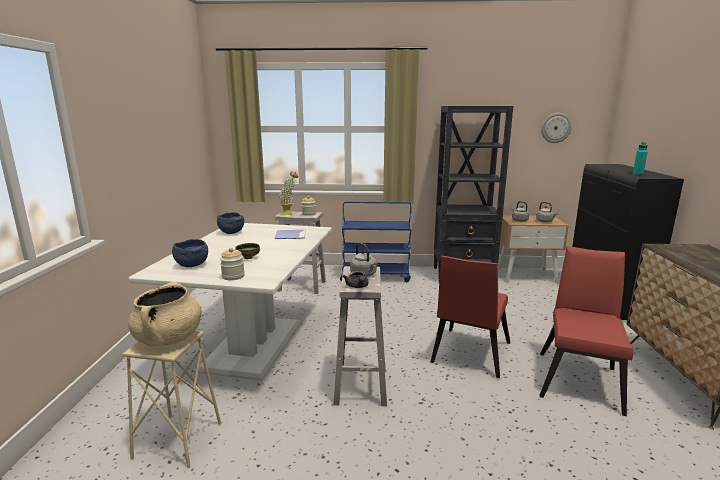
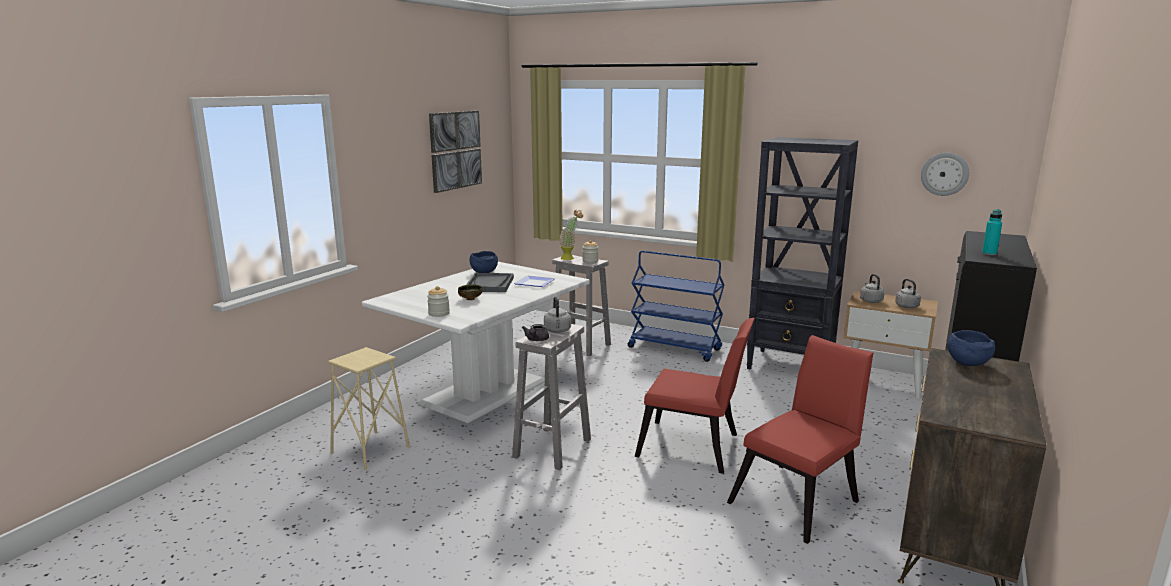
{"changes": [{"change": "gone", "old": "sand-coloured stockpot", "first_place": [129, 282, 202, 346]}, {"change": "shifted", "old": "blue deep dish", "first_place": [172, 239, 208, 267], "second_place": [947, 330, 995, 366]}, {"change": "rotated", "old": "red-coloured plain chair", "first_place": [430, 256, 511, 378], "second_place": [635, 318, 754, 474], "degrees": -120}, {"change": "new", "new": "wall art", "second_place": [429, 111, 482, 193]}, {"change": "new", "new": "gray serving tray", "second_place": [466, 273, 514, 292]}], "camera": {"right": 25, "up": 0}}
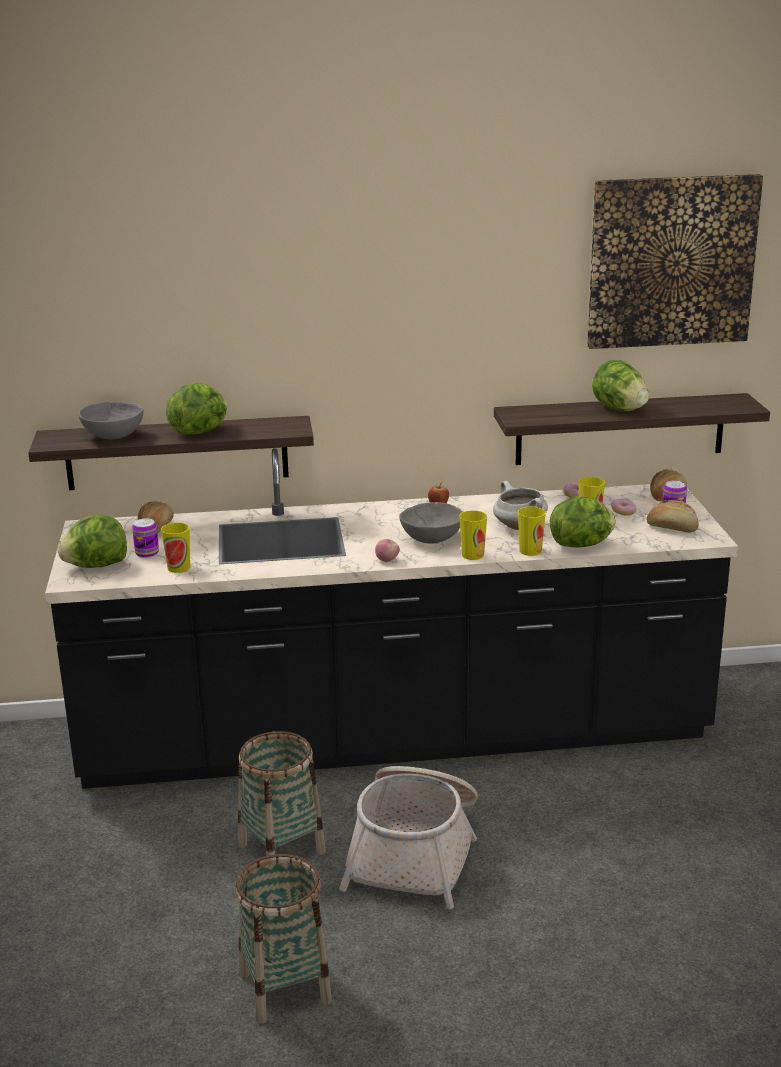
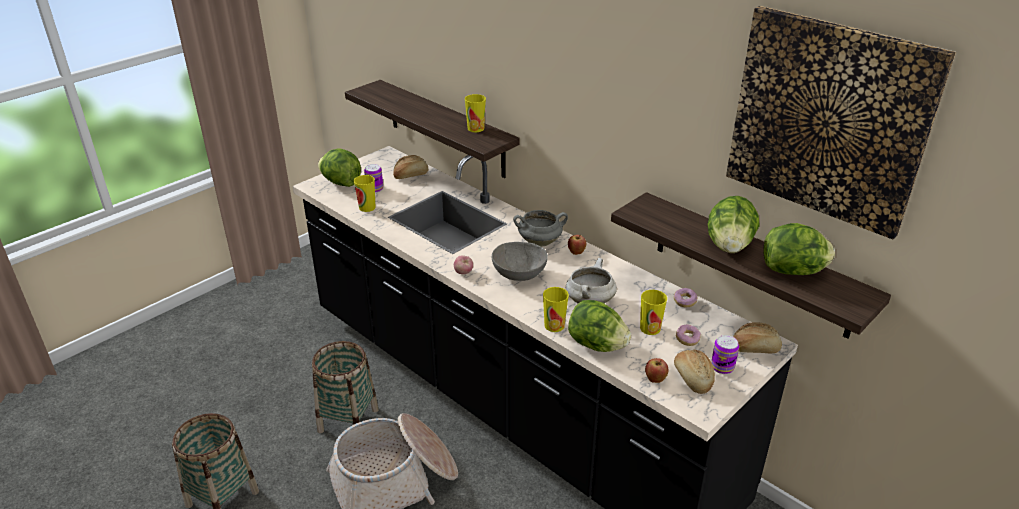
{"changes": [{"change": "gone", "old": "gray deep dish", "first_place": [79, 401, 144, 439]}, {"change": "shifted", "old": "lettuce head", "first_place": [166, 384, 228, 435], "second_place": [763, 223, 835, 275]}, {"change": "shifted", "old": "drinking cup", "first_place": [459, 510, 487, 560], "second_place": [465, 94, 486, 132]}, {"change": "new", "new": "gray stockpot", "second_place": [513, 210, 568, 247]}, {"change": "new", "new": "apple fruit", "second_place": [645, 358, 668, 383]}], "camera": {"right": 50, "up": 10}}
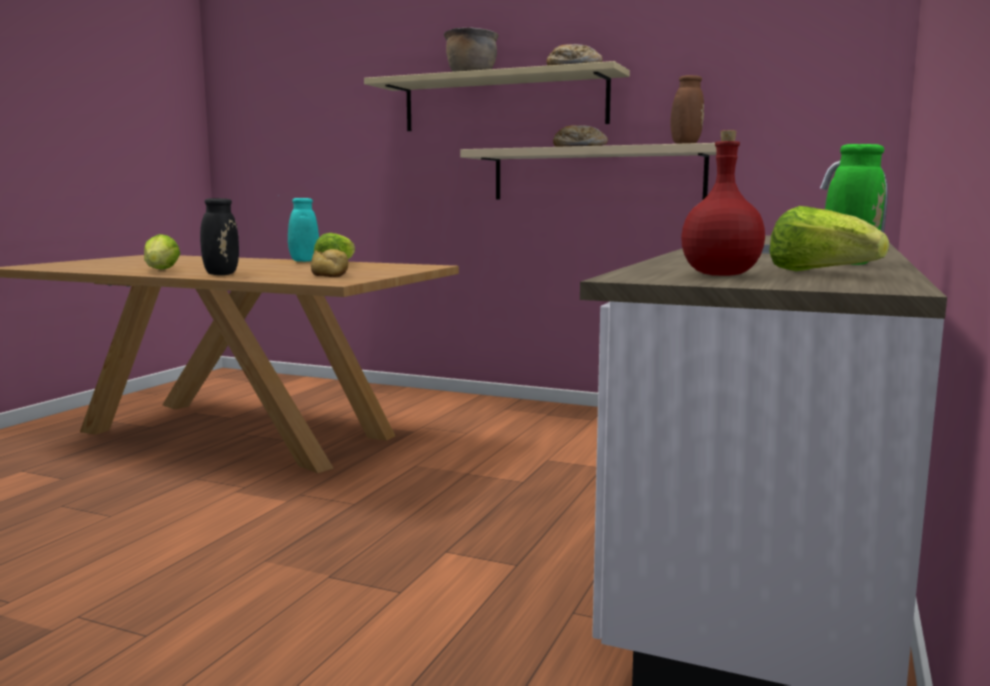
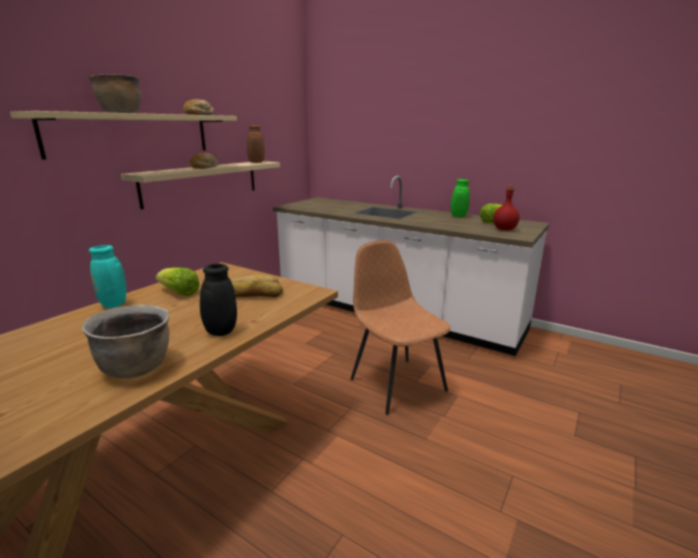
{"changes": [{"change": "swapped", "old": "lettuce head", "new": "brown-coloured stockpot", "first_place": [144, 234, 181, 270], "second_place": [81, 305, 169, 379]}, {"change": "new", "new": "brown-coloured plain chair", "second_place": [351, 240, 451, 415]}], "camera": {"right": -80, "up": 10}}
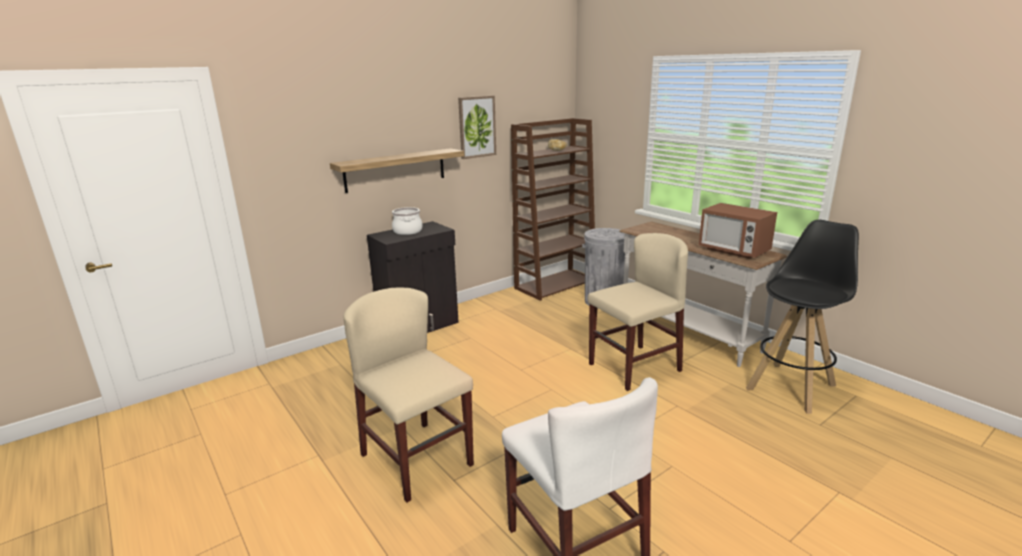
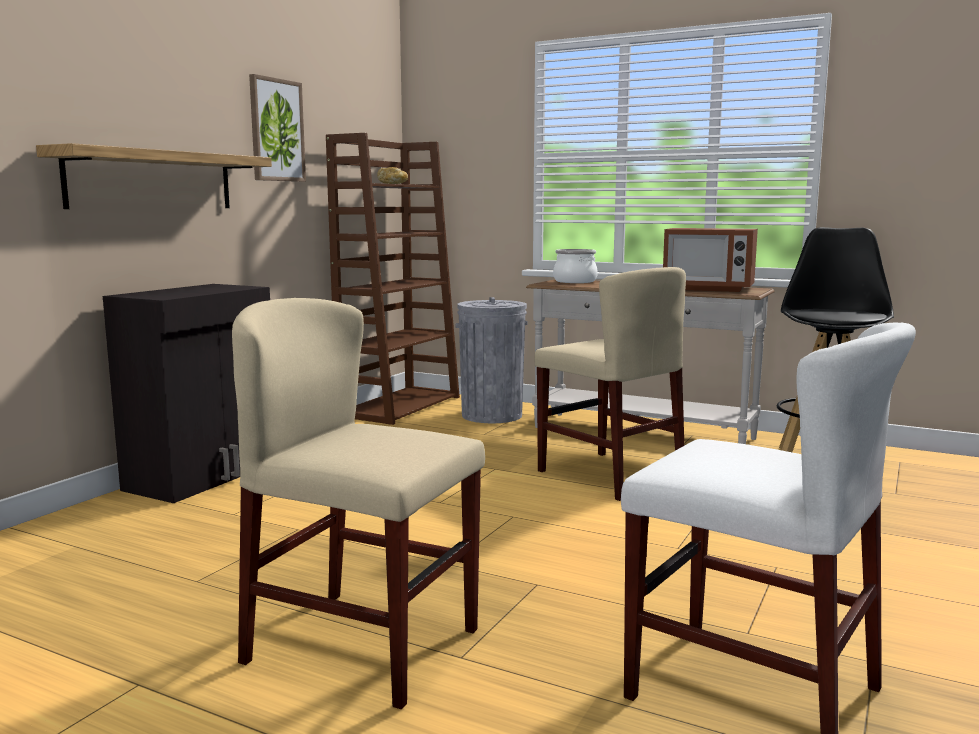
{"changes": [{"change": "shifted", "old": "stockpot", "first_place": [392, 207, 423, 235], "second_place": [553, 249, 598, 283]}, {"change": "rotated", "old": "sand-coloured plain chair", "first_place": [588, 233, 688, 391], "second_place": [534, 267, 686, 501], "degrees": 105}], "camera": {"right": -25, "up": -10}}
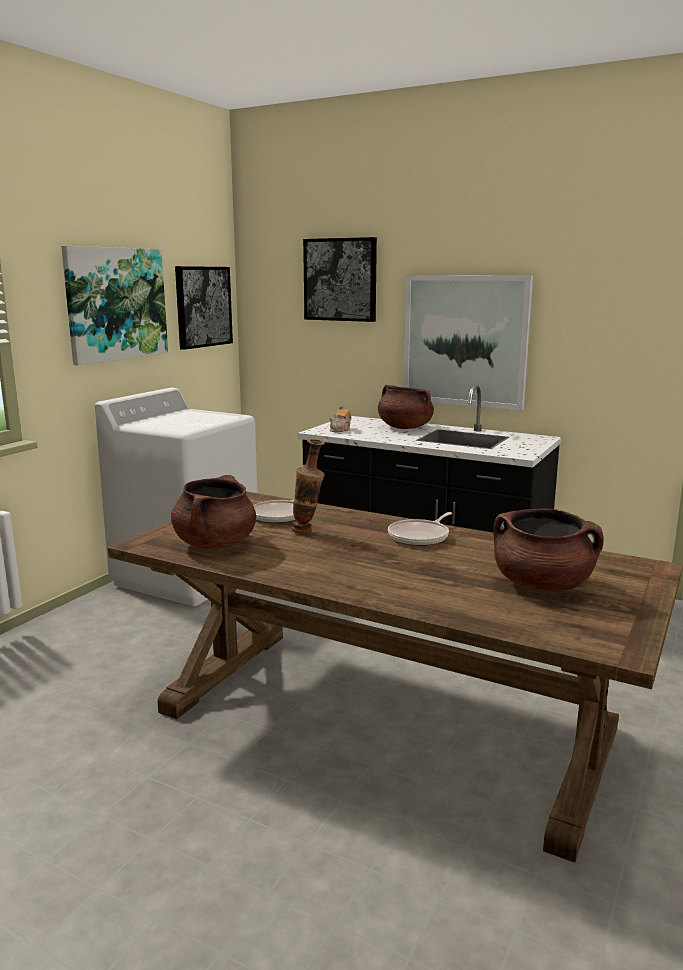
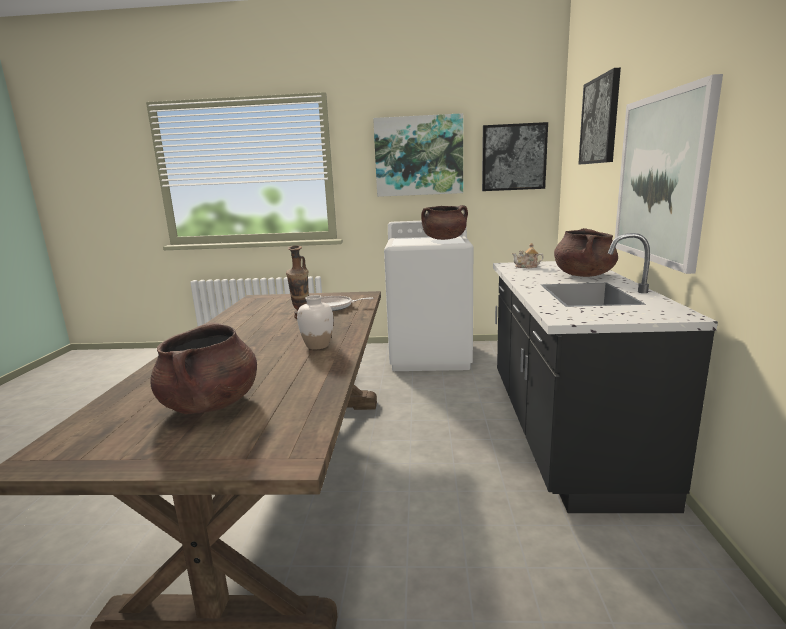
{"changes": [{"change": "shifted", "old": "brown-coloured stockpot", "first_place": [171, 475, 256, 549], "second_place": [421, 205, 468, 240]}, {"change": "swapped", "old": "frying pan", "new": "white flower vase", "first_place": [388, 512, 452, 546], "second_place": [297, 295, 333, 350]}], "camera": {"right": 65, "up": 0}}
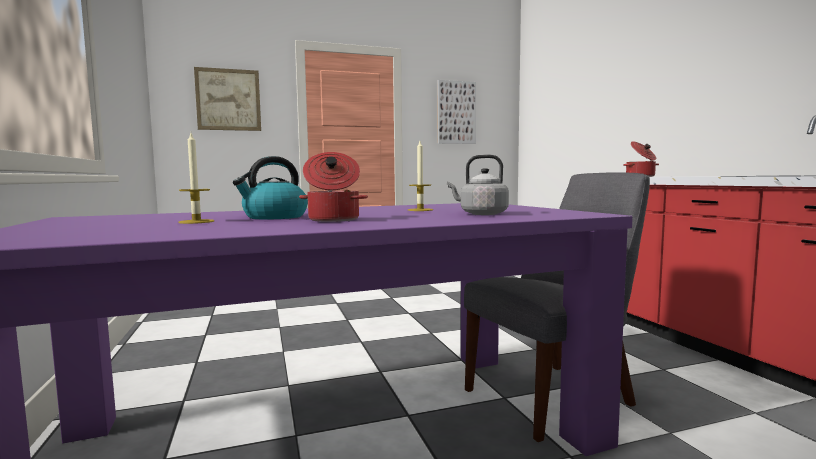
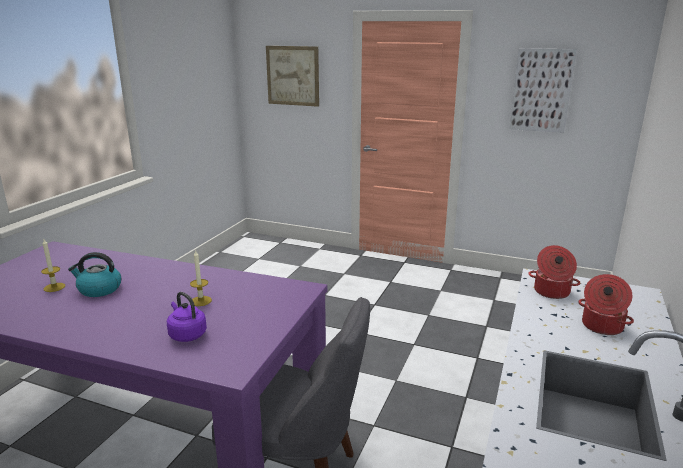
{"changes": [{"change": "shifted", "old": "stockpot", "first_place": [299, 152, 368, 222], "second_place": [578, 274, 634, 335]}, {"change": "repainted", "old": "gray water kettle", "new": "purple-coloured water kettle", "first_place": [447, 154, 509, 215], "second_place": [167, 292, 207, 342]}], "camera": {"right": 40, "up": 15}}
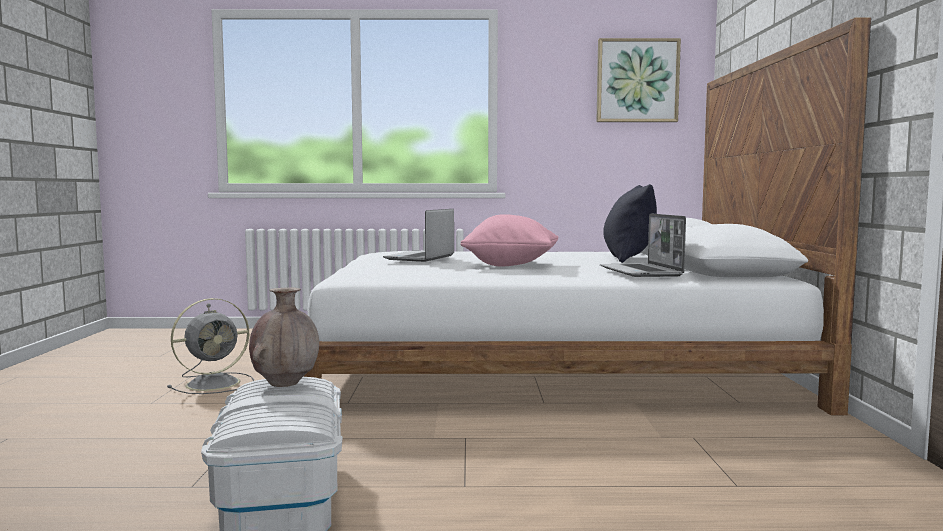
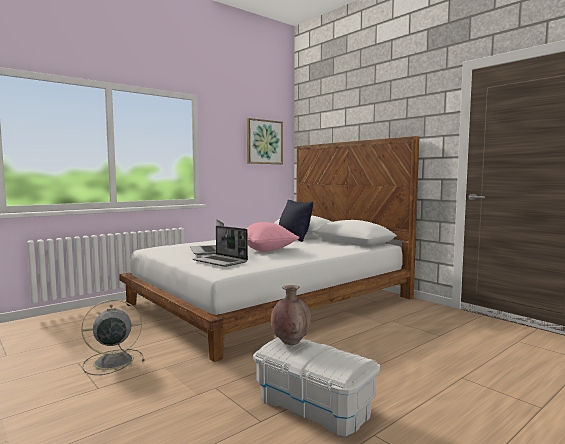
{"changes": [{"change": "rotated", "old": "gray fan", "first_place": [167, 298, 254, 394], "second_place": [81, 299, 145, 375], "degrees": -120}, {"change": "shifted", "old": "notebook computer", "first_place": [600, 213, 686, 277], "second_place": [193, 226, 248, 267]}], "camera": {"right": -40, "up": 0}}
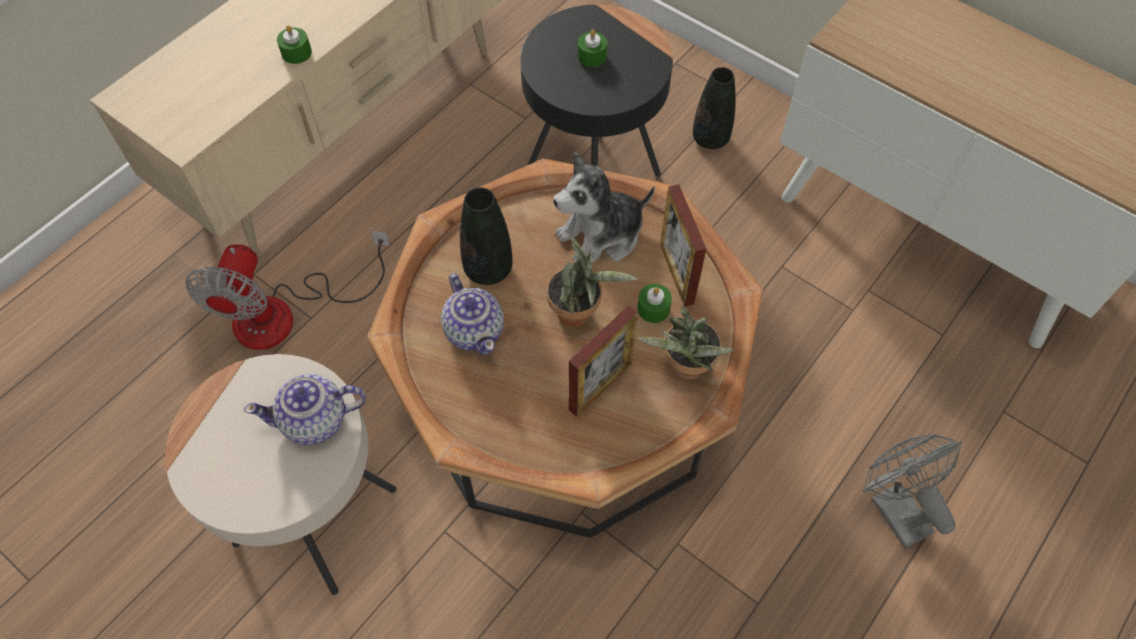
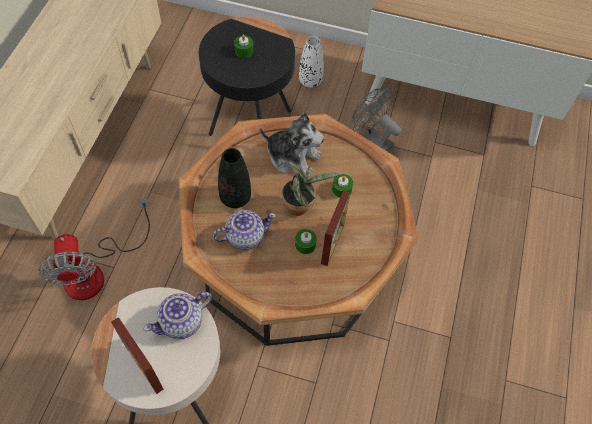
{"changes": [{"change": "shifted", "old": "green-coloured wax candle", "first_place": [277, 25, 312, 64], "second_place": [295, 229, 317, 254]}, {"change": "rotated", "old": "pot for tea", "first_place": [441, 273, 504, 355], "second_place": [213, 210, 276, 250], "degrees": -60}, {"change": "rotated", "old": "plush toy", "first_place": [553, 153, 655, 262], "second_place": [260, 112, 324, 177], "degrees": -105}, {"change": "gone", "old": "houseplant", "first_place": [637, 307, 735, 380]}, {"change": "shifted", "old": "picture frame", "first_place": [660, 184, 706, 307], "second_place": [111, 317, 164, 394]}, {"change": "repainted", "old": "black-coloured flower vase", "new": "white flower vase", "first_place": [693, 67, 736, 149], "second_place": [299, 36, 324, 88]}, {"change": "shifted", "old": "gray fan", "first_place": [863, 434, 961, 548], "second_place": [352, 87, 401, 152]}], "camera": {"right": -25, "up": 0}}
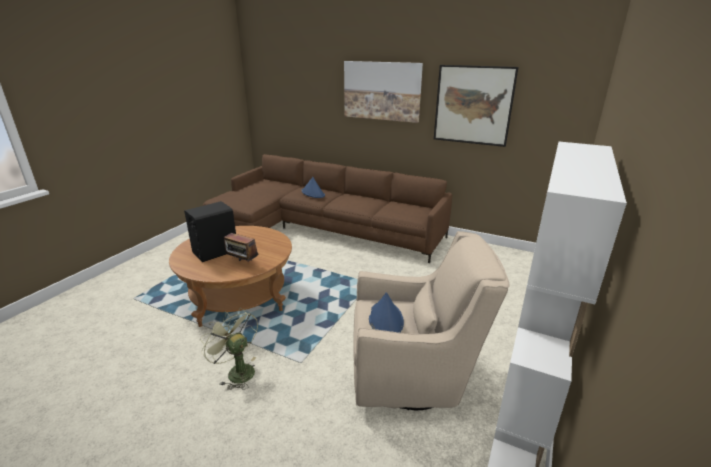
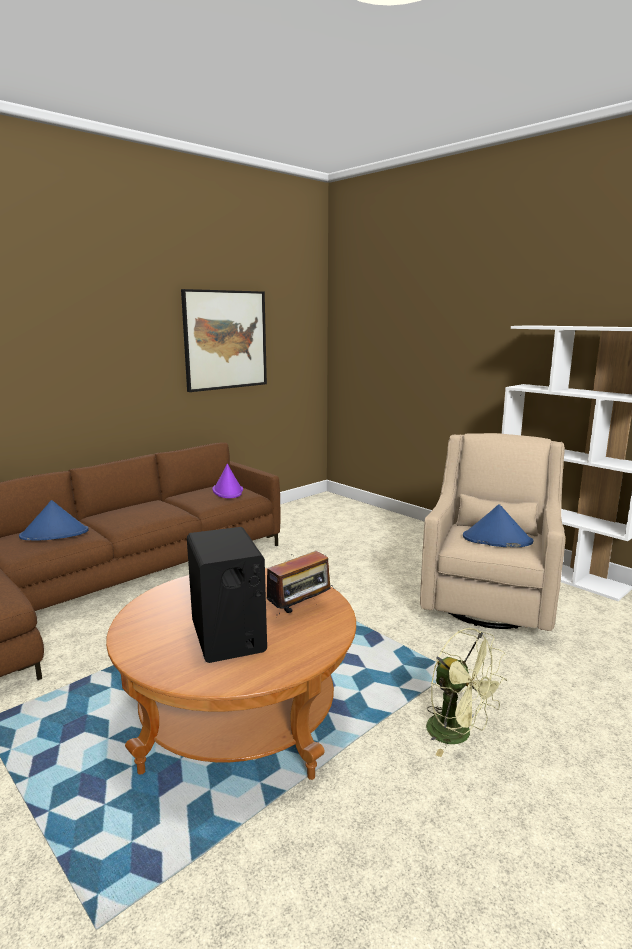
{"changes": [{"change": "rotated", "old": "green-coloured fan", "first_place": [200, 308, 258, 390], "second_place": [426, 628, 507, 757], "degrees": -105}, {"change": "gone", "old": "wall art", "first_place": [344, 61, 423, 123]}, {"change": "new", "new": "purple-coloured clothing hat", "second_place": [212, 464, 243, 498]}], "camera": {"right": -70, "up": -10}}
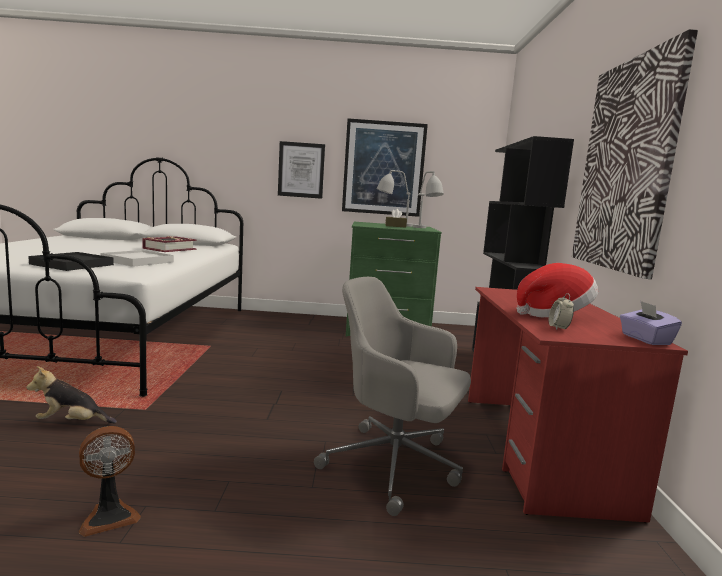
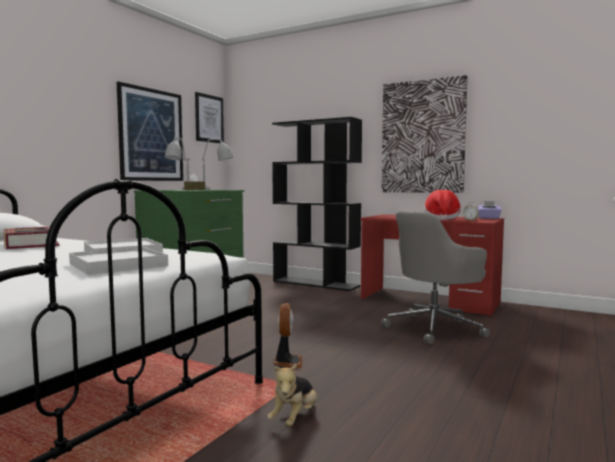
{"changes": [{"change": "repainted", "old": "black-coloured serving tray", "new": "white serving tray", "first_place": [28, 252, 114, 271], "second_place": [69, 247, 168, 275]}, {"change": "shifted", "old": "fan", "first_place": [79, 426, 141, 537], "second_place": [273, 303, 302, 369]}, {"change": "shifted", "old": "wall art", "first_place": [278, 141, 325, 199], "second_place": [195, 92, 224, 143]}], "camera": {"right": -60, "up": -5}}
